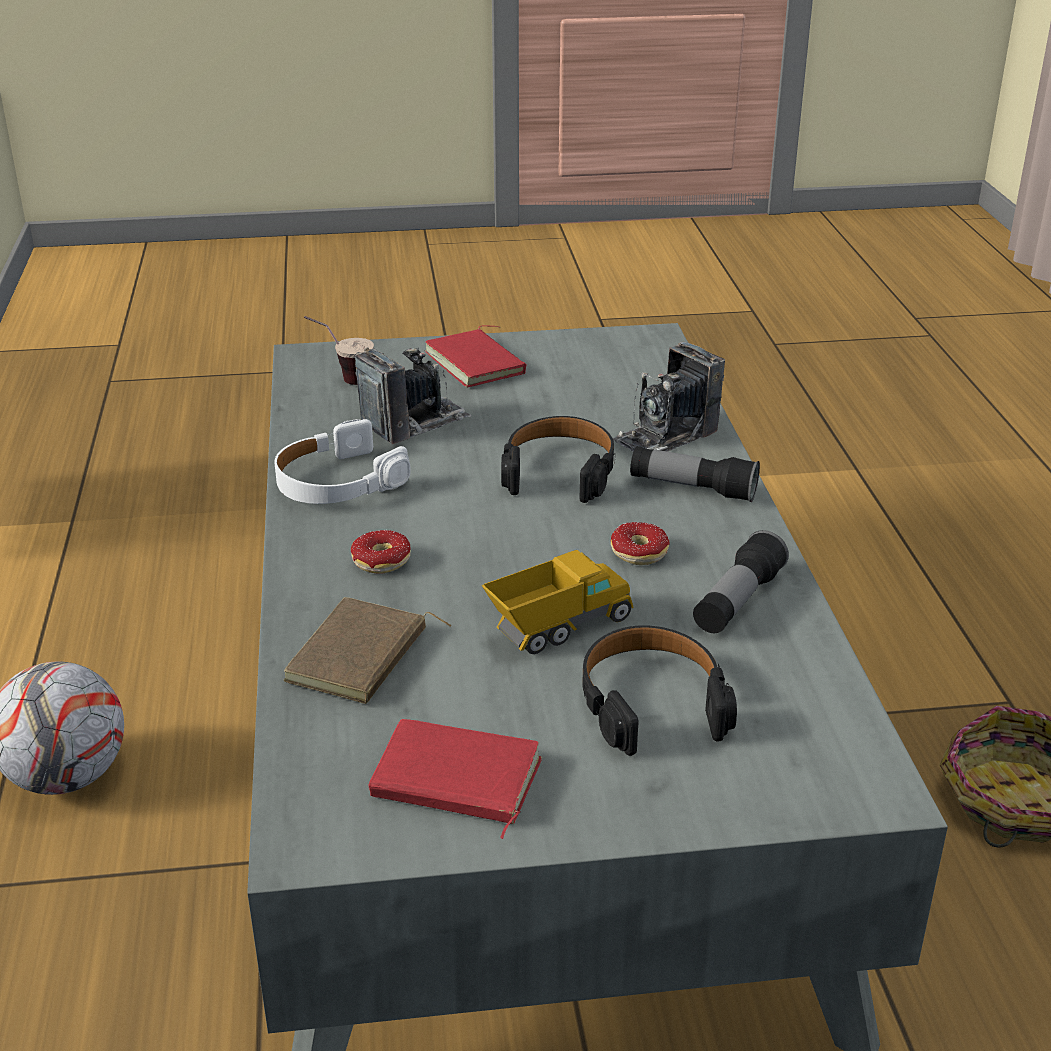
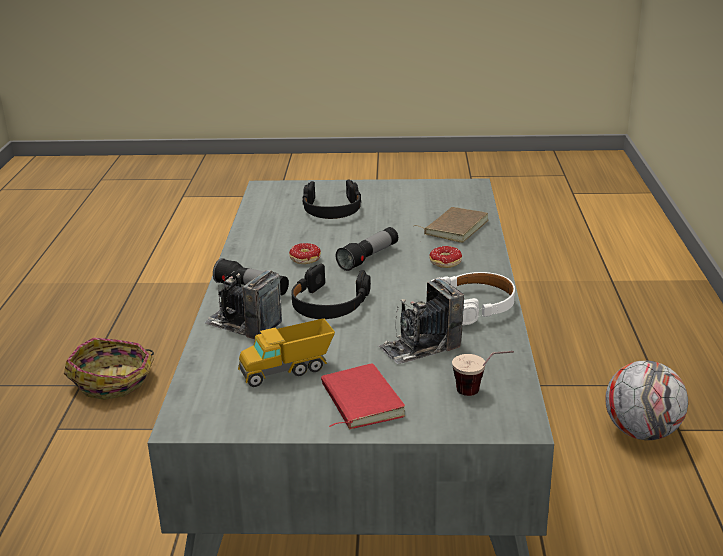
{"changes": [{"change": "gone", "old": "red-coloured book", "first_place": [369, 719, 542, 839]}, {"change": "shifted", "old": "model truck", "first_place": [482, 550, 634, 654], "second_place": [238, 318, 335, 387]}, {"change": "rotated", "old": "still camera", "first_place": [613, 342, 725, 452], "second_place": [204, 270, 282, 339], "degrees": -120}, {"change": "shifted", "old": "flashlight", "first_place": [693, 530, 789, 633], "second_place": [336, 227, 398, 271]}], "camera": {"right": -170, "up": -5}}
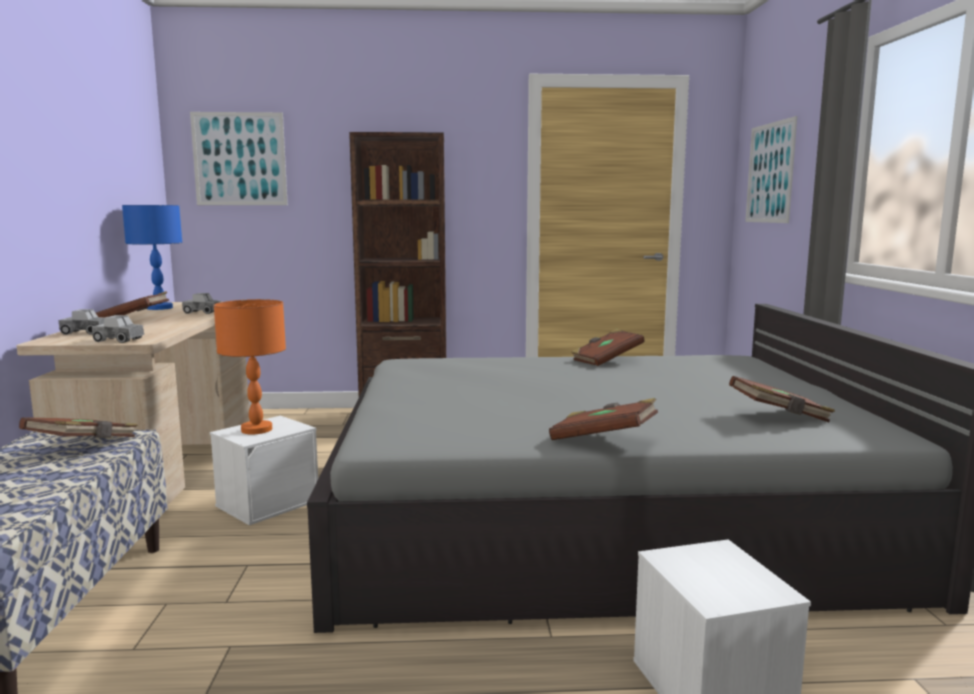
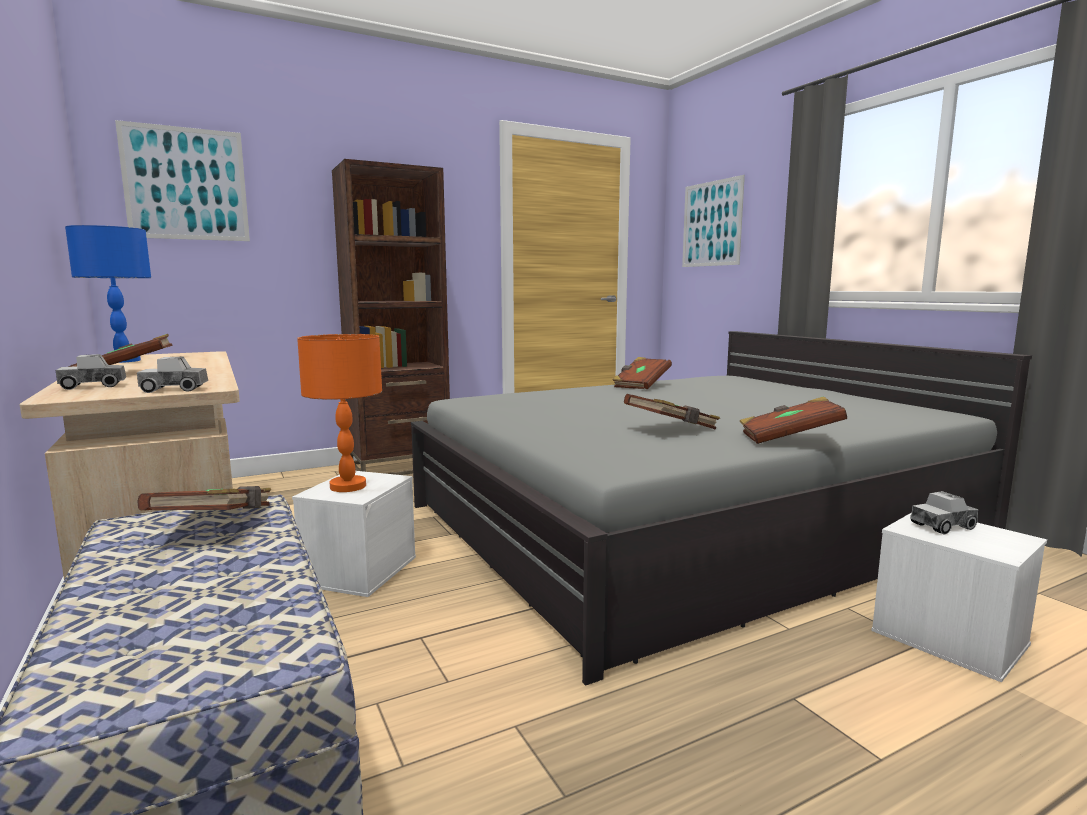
{"changes": [{"change": "shifted", "old": "model truck", "first_place": [182, 293, 221, 314], "second_place": [910, 491, 978, 534]}, {"change": "shifted", "old": "brown-coloured book", "first_place": [729, 376, 835, 422], "second_place": [624, 394, 720, 430]}], "camera": {"right": -25, "up": 0}}
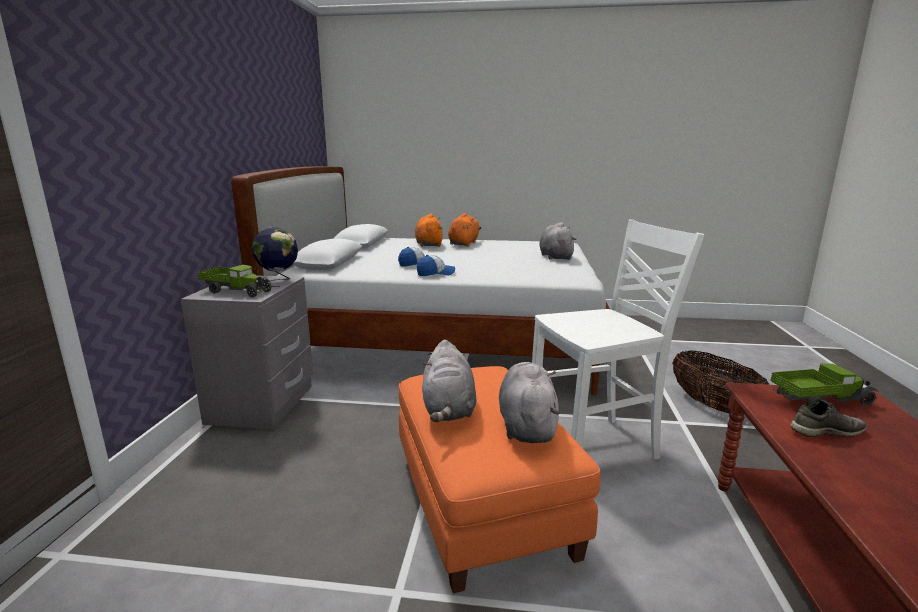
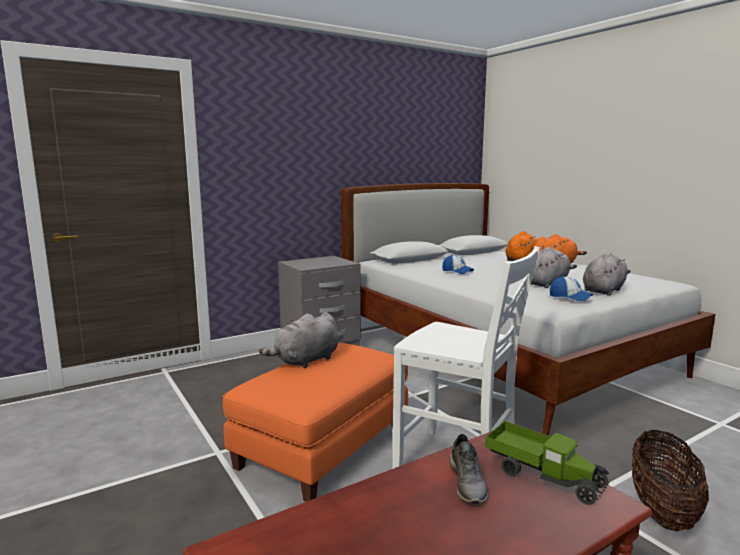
{"changes": [{"change": "gone", "old": "model truck", "first_place": [198, 265, 272, 297]}, {"change": "gone", "old": "globe", "first_place": [252, 227, 298, 287]}, {"change": "shifted", "old": "baseball cap", "first_place": [417, 255, 455, 276], "second_place": [550, 276, 593, 301]}, {"change": "shifted", "old": "gray plush toy", "first_place": [499, 362, 560, 443], "second_place": [524, 247, 577, 288]}, {"change": "rotated", "old": "gray shoe", "first_place": [790, 400, 867, 437], "second_place": [450, 434, 488, 504], "degrees": 45}], "camera": {"right": 50, "up": -5}}
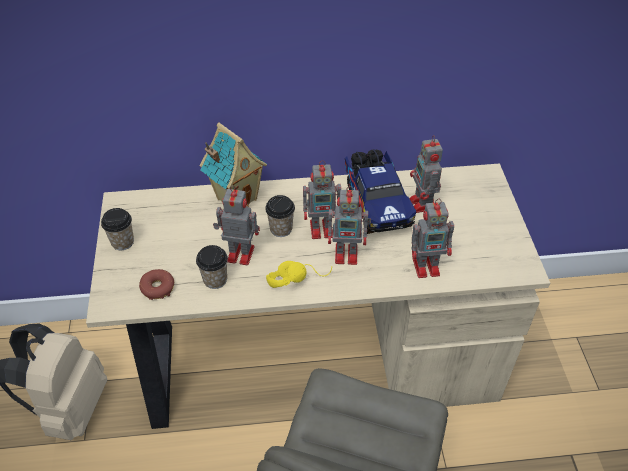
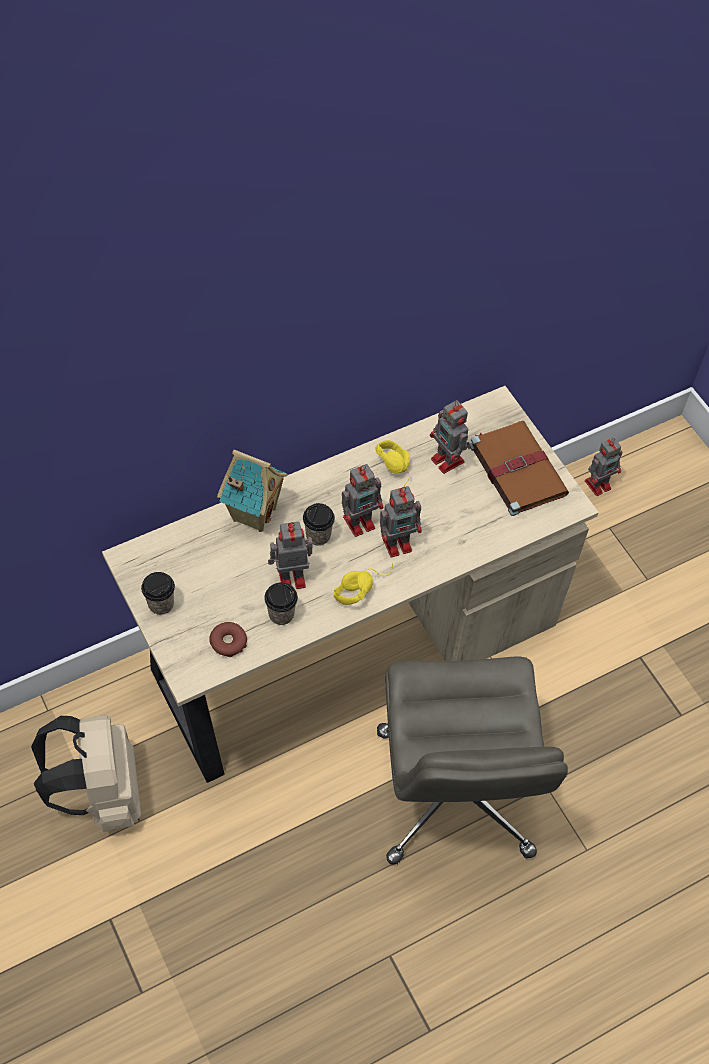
{"changes": [{"change": "swapped", "old": "model truck", "new": "yellow headphones", "first_place": [345, 149, 416, 234], "second_place": [376, 440, 410, 486]}, {"change": "shifted", "old": "robot figure", "first_place": [412, 199, 454, 278], "second_place": [585, 437, 622, 496]}, {"change": "new", "new": "brown-coloured book", "second_place": [470, 421, 569, 516]}], "camera": {"right": -25, "up": 10}}
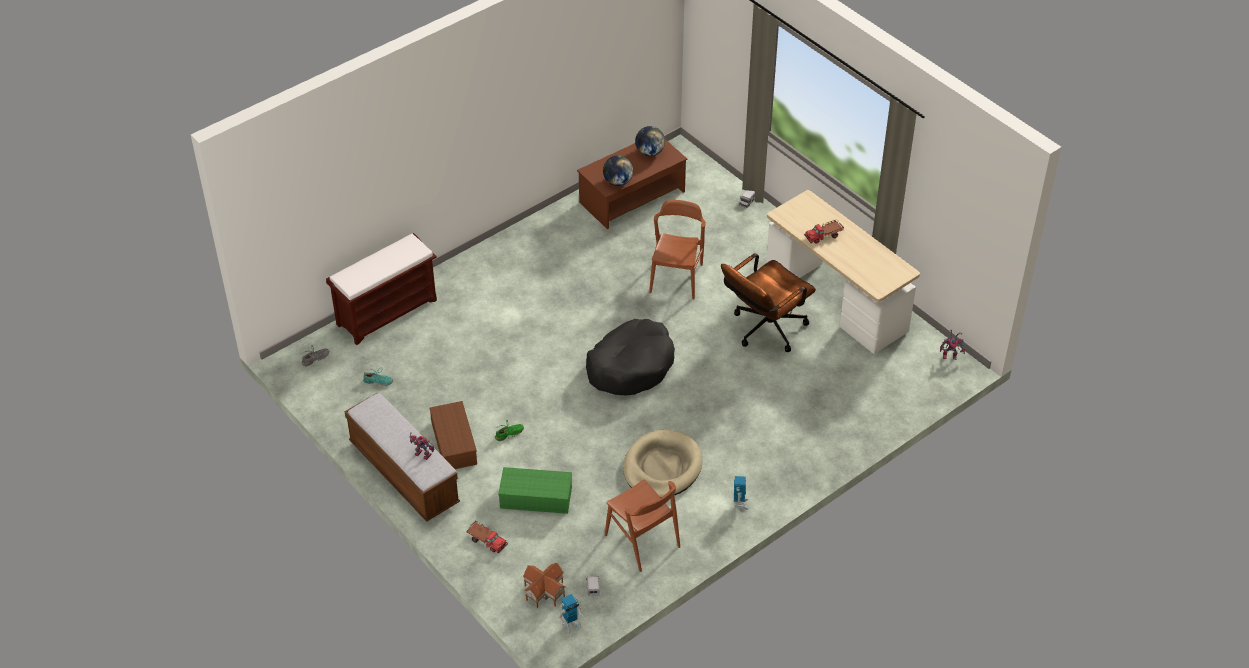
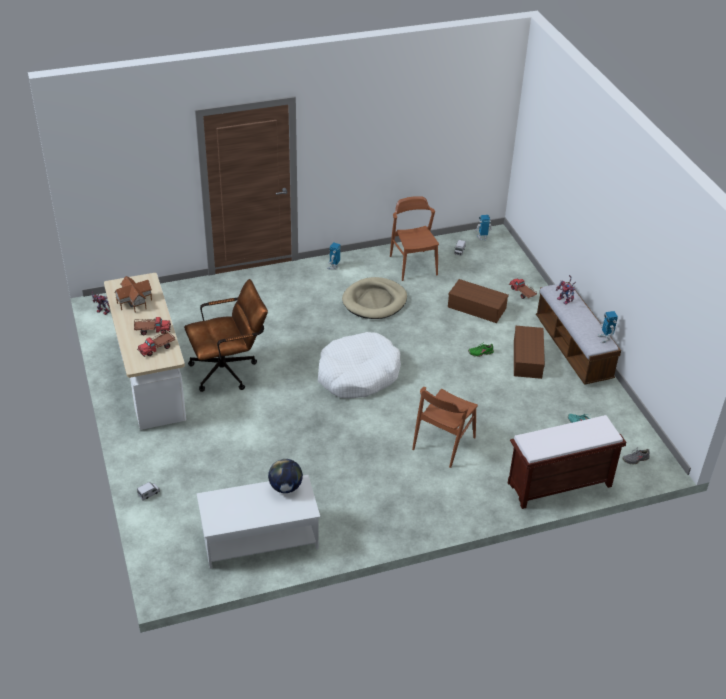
{"changes": [{"change": "repainted", "old": "green-coloured storage container", "new": "brown-coloured storage container", "first_place": [498, 467, 572, 514], "second_place": [448, 279, 509, 323]}, {"change": "shifted", "old": "model house", "first_place": [523, 563, 566, 608], "second_place": [114, 276, 152, 313]}, {"change": "repainted", "old": "brown-coloured low table", "new": "white low table", "first_place": [577, 139, 687, 229], "second_place": [197, 475, 320, 569]}, {"change": "repainted", "old": "black-coloured dog cushion", "new": "white dog cushion", "first_place": [586, 319, 675, 395], "second_place": [318, 332, 401, 398]}, {"change": "gone", "old": "globe", "first_place": [635, 126, 665, 156]}, {"change": "shifted", "old": "brown-coloured plain chair", "first_place": [649, 200, 706, 299], "second_place": [412, 387, 478, 468]}, {"change": "new", "new": "model truck", "second_place": [137, 331, 175, 357]}, {"change": "new", "new": "robot figure", "second_place": [597, 311, 618, 343]}], "camera": {"right": -160, "up": -5}}
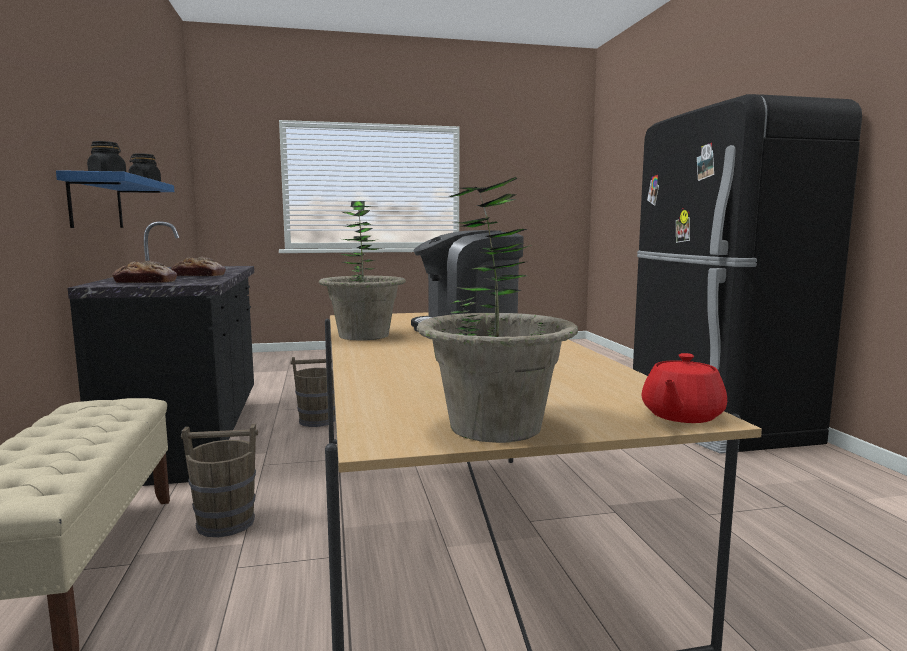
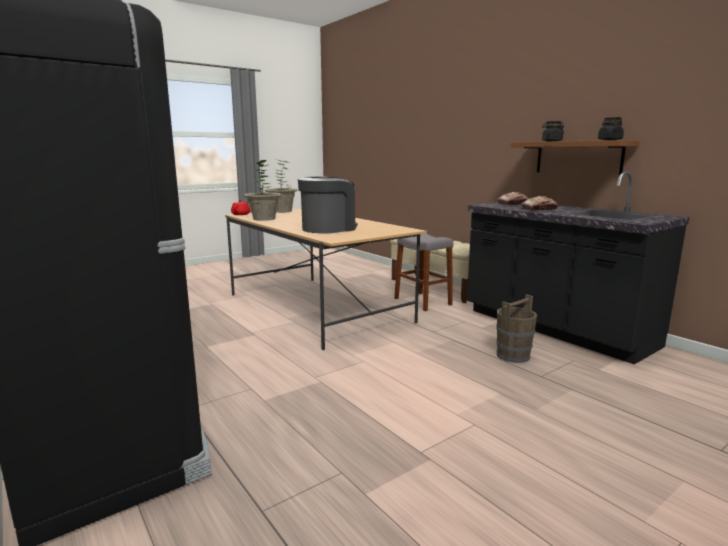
{"changes": [{"change": "repainted", "old": "blue bracket shelf", "new": "brown-coloured bracket shelf", "first_place": [56, 170, 174, 228], "second_place": [510, 140, 640, 175]}, {"change": "swapped", "old": "brown-coloured pail", "new": "gray sitting stool", "first_place": [181, 424, 258, 537], "second_place": [394, 233, 453, 311]}, {"change": "shifted", "old": "houseplant", "first_place": [319, 201, 406, 341], "second_place": [244, 160, 282, 221]}], "camera": {"right": 155, "up": 5}}
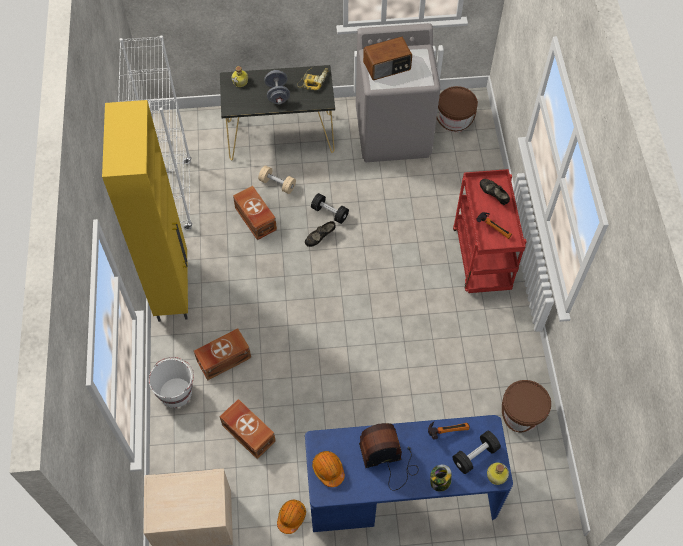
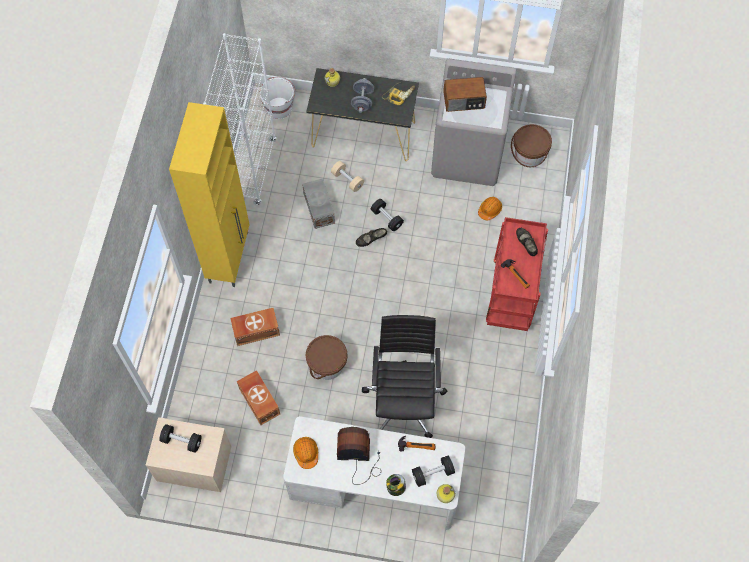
{"changes": [{"change": "shifted", "old": "white pail", "first_place": [149, 357, 194, 408], "second_place": [260, 77, 295, 119]}, {"change": "repainted", "old": "brown-coloured storage container", "new": "gray storage container", "first_place": [233, 186, 277, 240], "second_place": [302, 179, 335, 229]}, {"change": "shifted", "old": "orangey safety helmet", "first_place": [277, 500, 306, 534], "second_place": [478, 197, 502, 220]}, {"change": "repainted", "old": "blue desk", "new": "white desk", "first_place": [305, 415, 513, 532], "second_place": [283, 416, 466, 530]}, {"change": "shifted", "old": "brown-coloured pail", "first_place": [502, 380, 551, 432], "second_place": [306, 335, 347, 380]}, {"change": "new", "new": "black-coloured dumbbell", "second_place": [159, 424, 201, 453]}, {"change": "new", "new": "black-coloured office chair", "second_place": [362, 315, 448, 438]}], "camera": {"right": 15, "up": 5}}
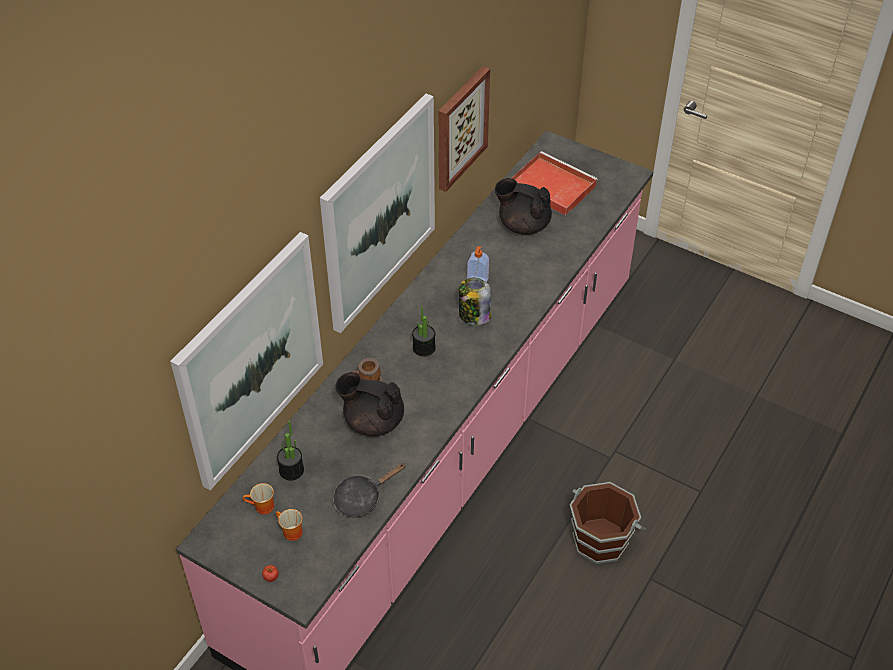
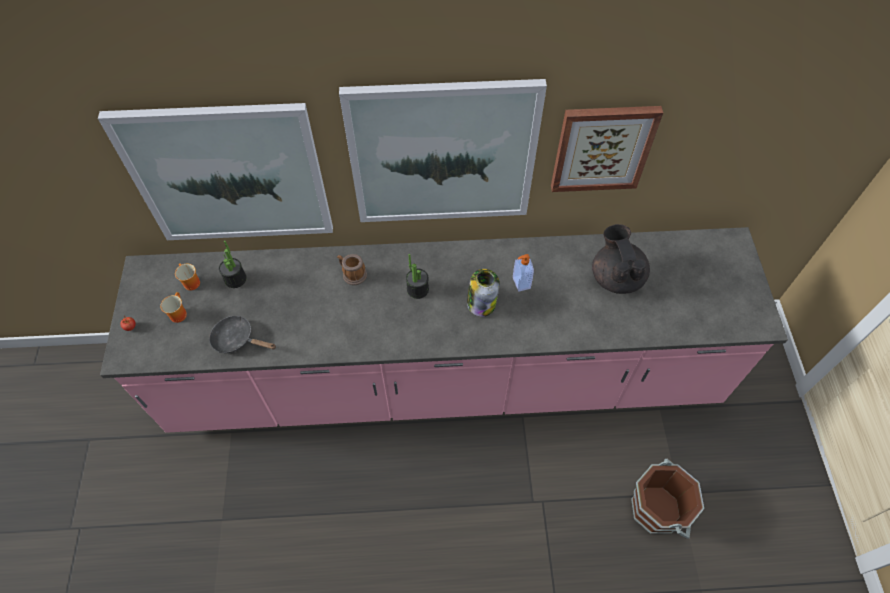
{"changes": [{"change": "gone", "old": "black-coloured pot for tea", "first_place": [335, 372, 404, 436]}, {"change": "gone", "old": "red-coloured serving tray", "first_place": [512, 151, 598, 216]}, {"change": "shifted", "old": "brown-coloured pail", "first_place": [570, 482, 646, 564], "second_place": [631, 458, 704, 539]}], "camera": {"right": 55, "up": 10}}
